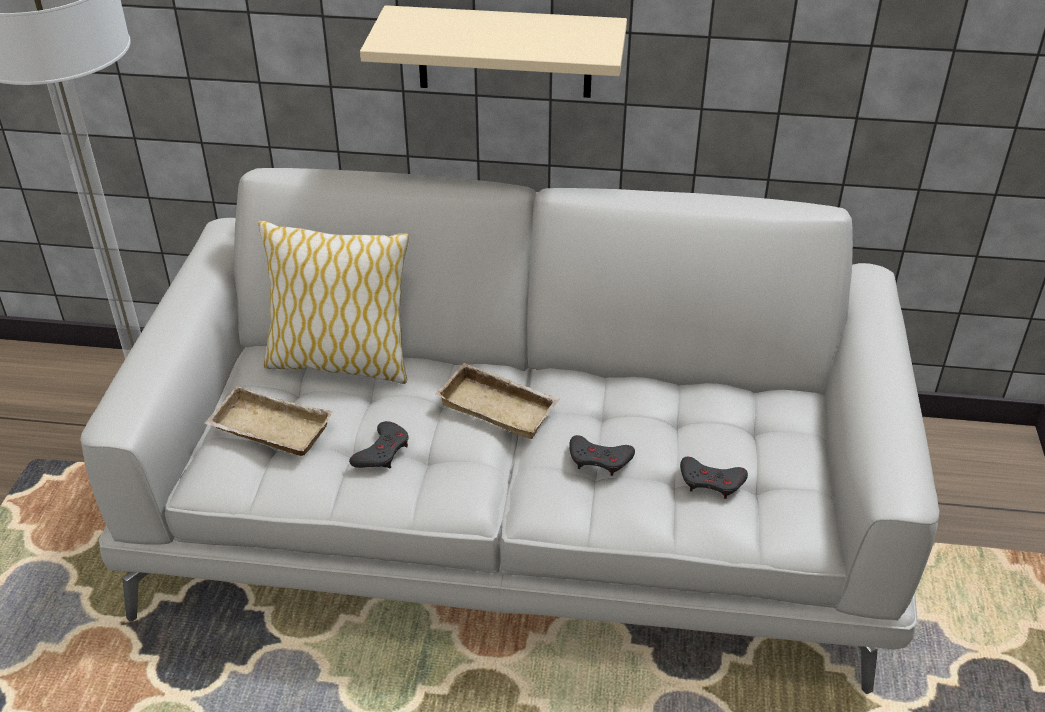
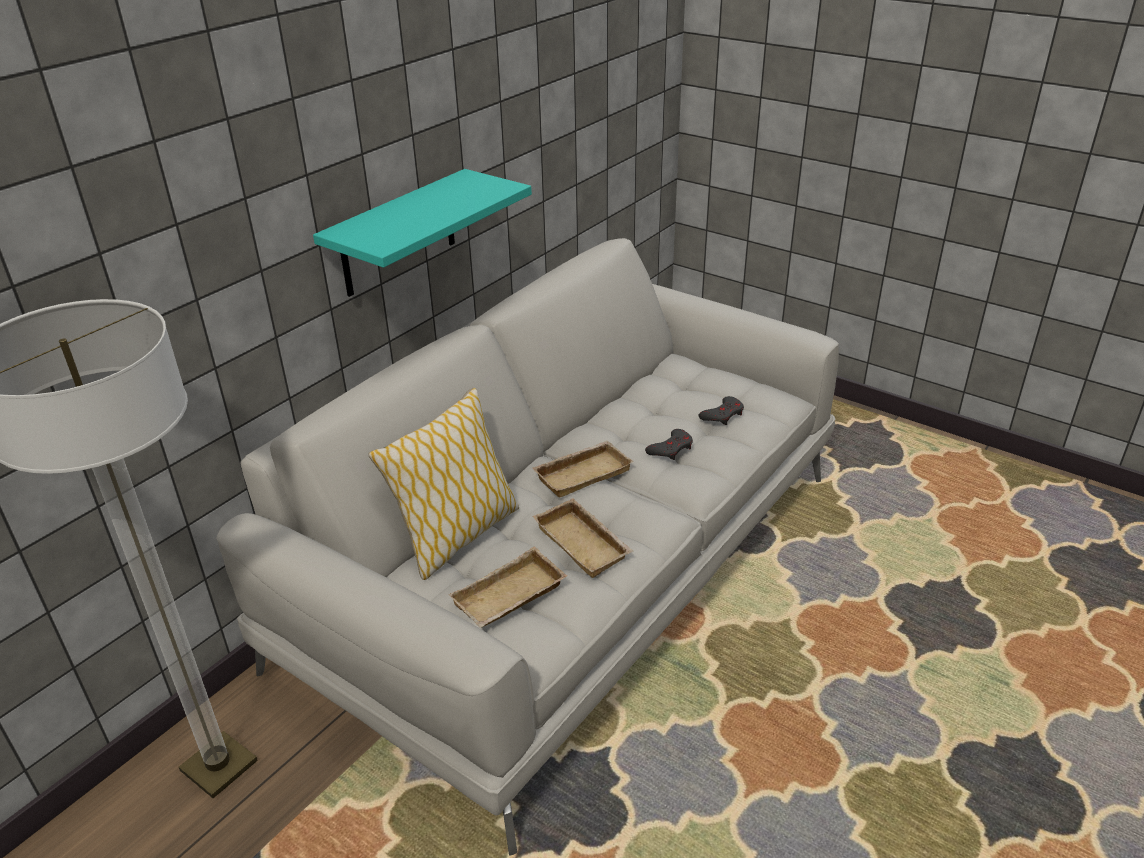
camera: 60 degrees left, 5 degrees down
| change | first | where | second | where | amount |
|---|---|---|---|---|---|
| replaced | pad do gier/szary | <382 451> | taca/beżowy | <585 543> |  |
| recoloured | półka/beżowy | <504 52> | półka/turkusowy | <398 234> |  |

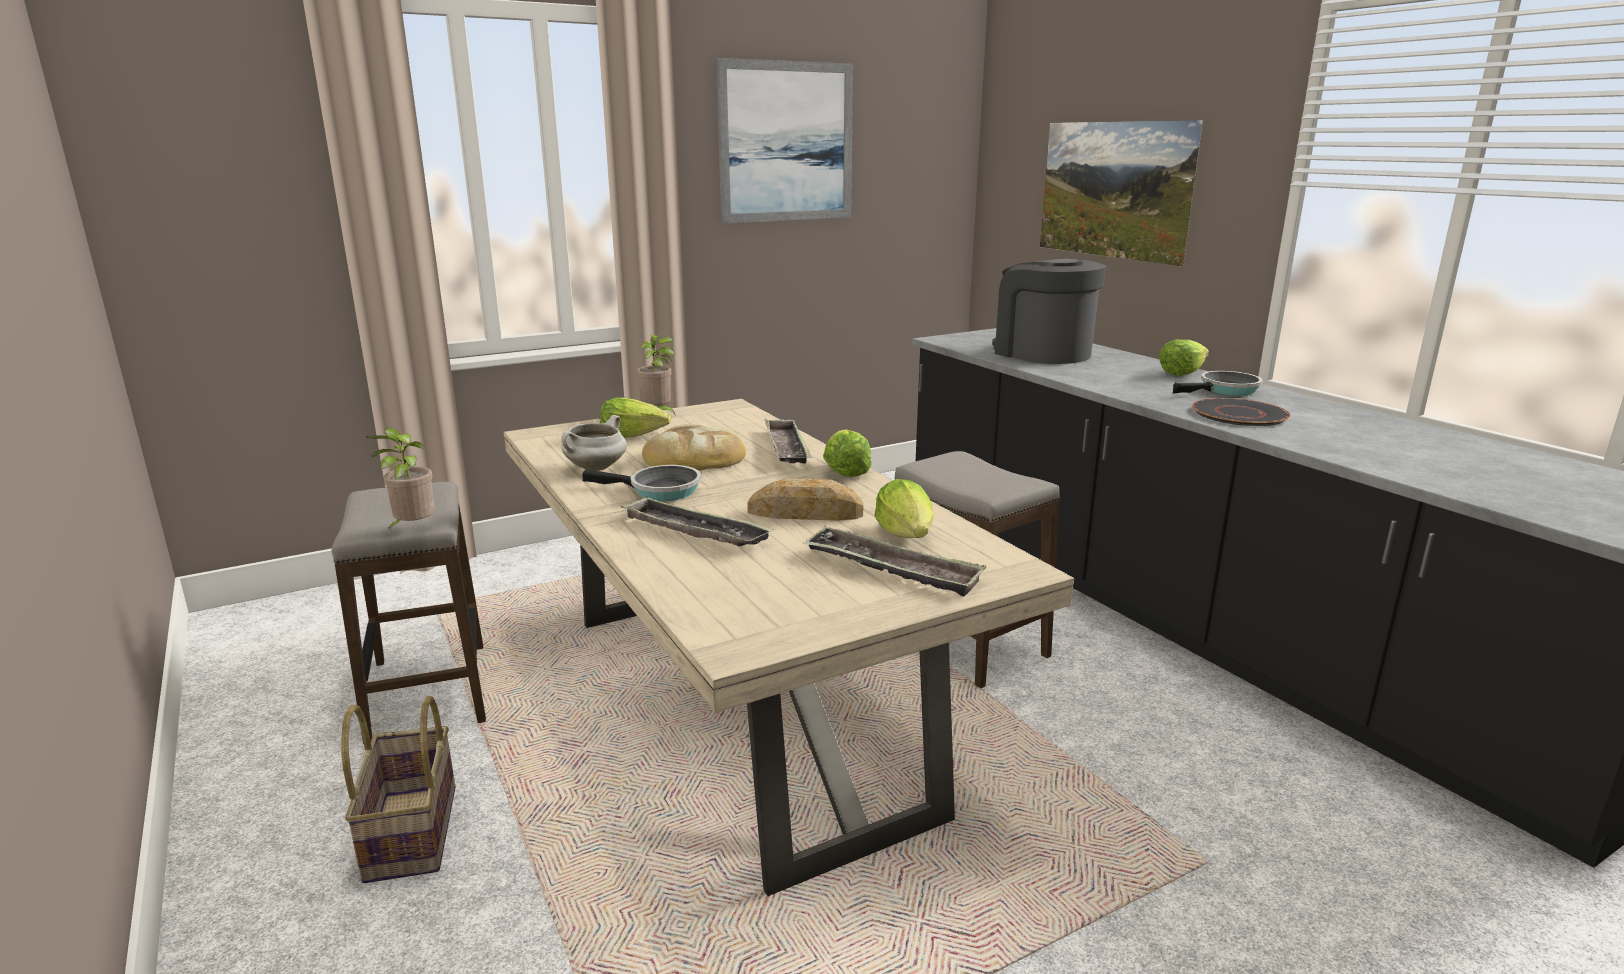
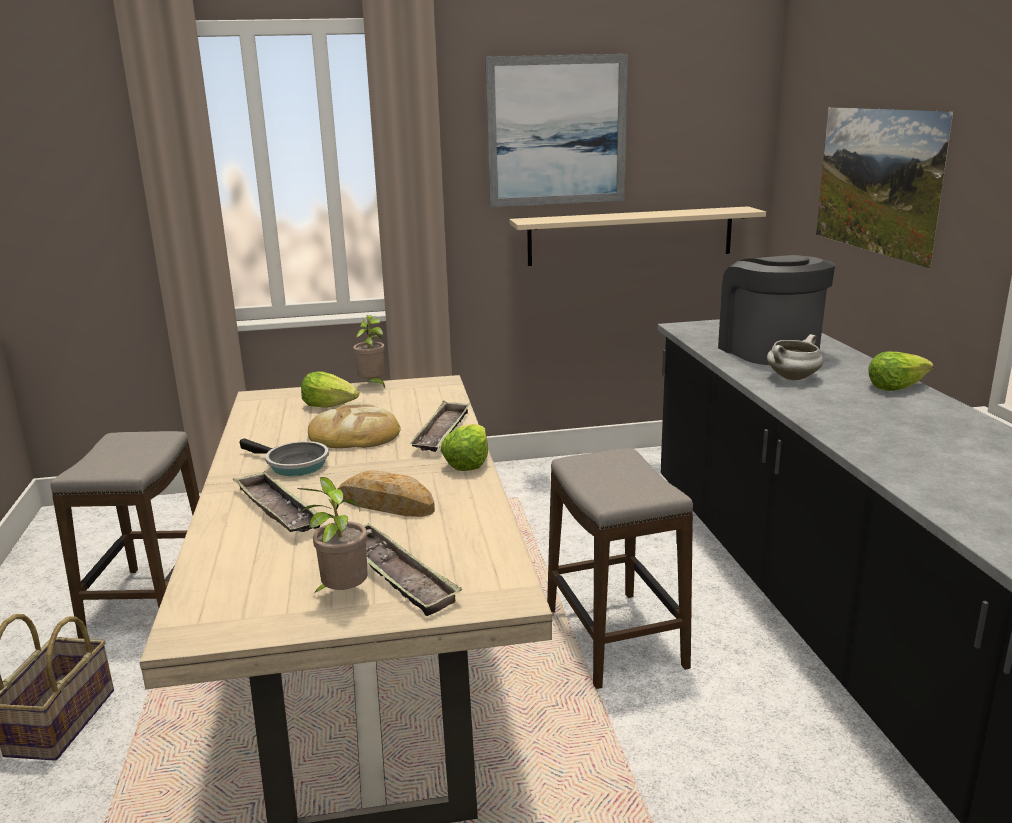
camera: 20 degrees right, 0 degrees up
| change | first | where | second | where | amount |
|---|---|---|---|---|---|
| removed | sałata | <907 535> |  |  |  |
| removed | patelnia | <1225 390> |  |  |  |
| removed | talerz/czarny | <1239 414> |  |  |  |
| added |  |  | półka/beżowy | <631 236> |  |
| moved | roślina doniczkowa | <413 529> |  | <342 594> |  |
| moved | garnek/biały | <595 468> |  | <793 378> |  |

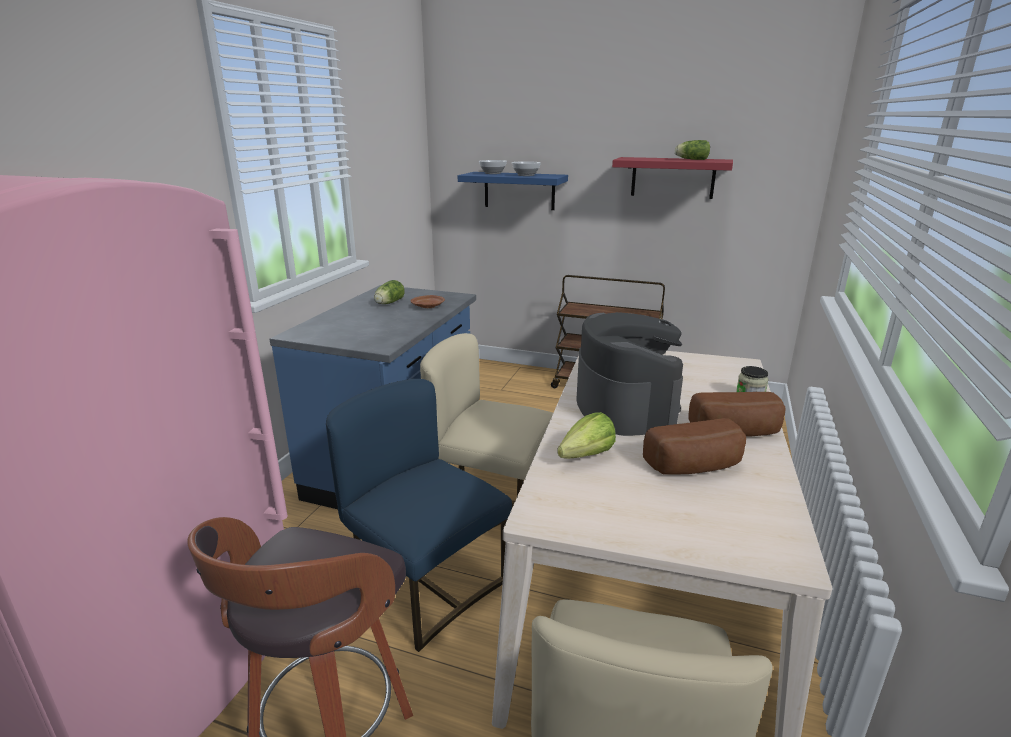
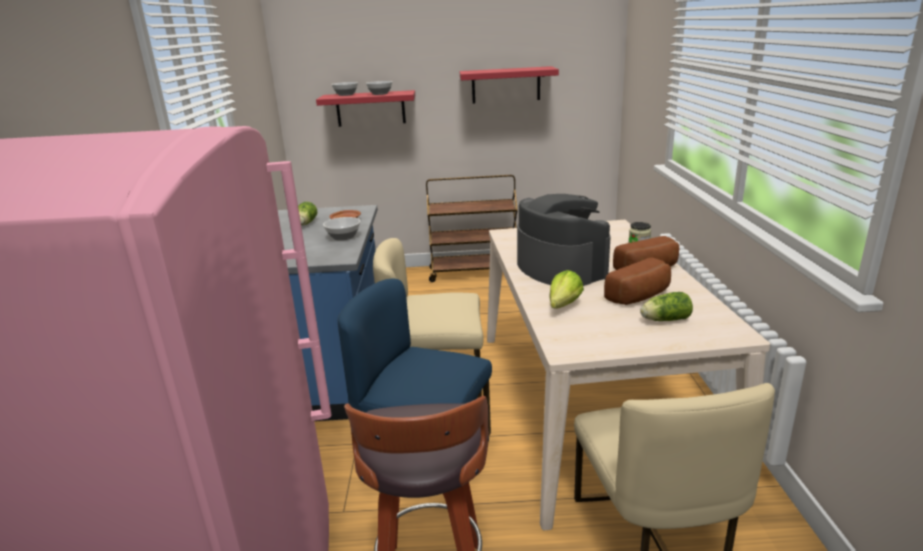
camera: 20 degrees left, 0 degrees up
| change | first | where | second | where | amount |
|---|---|---|---|---|---|
| added |  |  | miska | <344 237> |  |
| moved | sałata | <691 159> |  | <664 320> |  |
| recoloured | półka/niebieski | <519 190> | półka/czerwony | <370 108> |  |

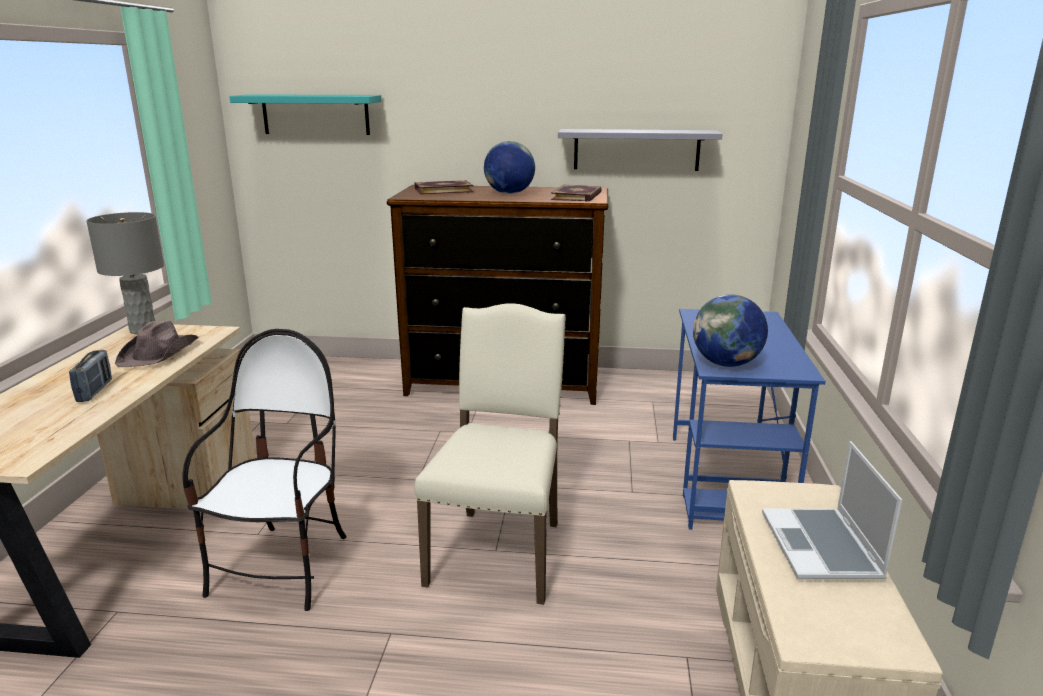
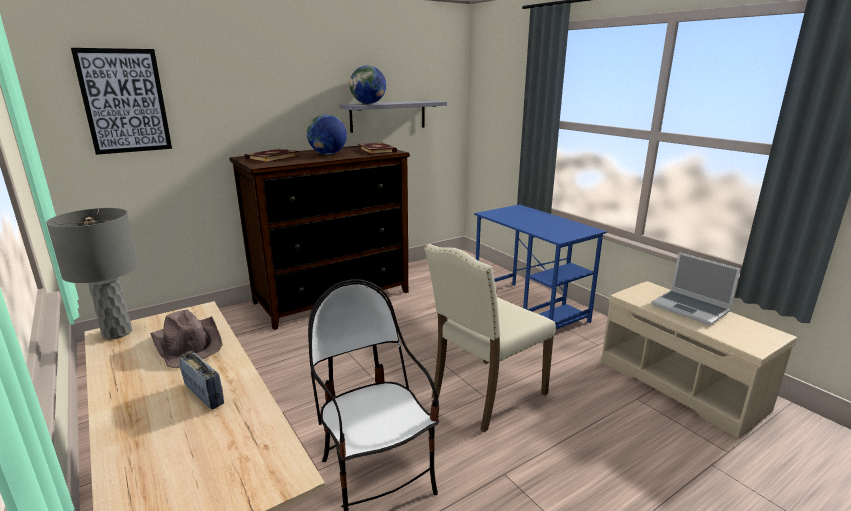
camera: 40 degrees left, 0 degrees up
| change | first | where | second | where | amount |
|---|---|---|---|---|---|
| moved | globus | <726 364> |  | <368 103> |  |
| replaced | półka/turkusowy | <315 114> | obraz | <124 101> |  |
| turned | krzesło/beżowy | <499 551> |  | <485 395> | 105 degrees counterclockwise |

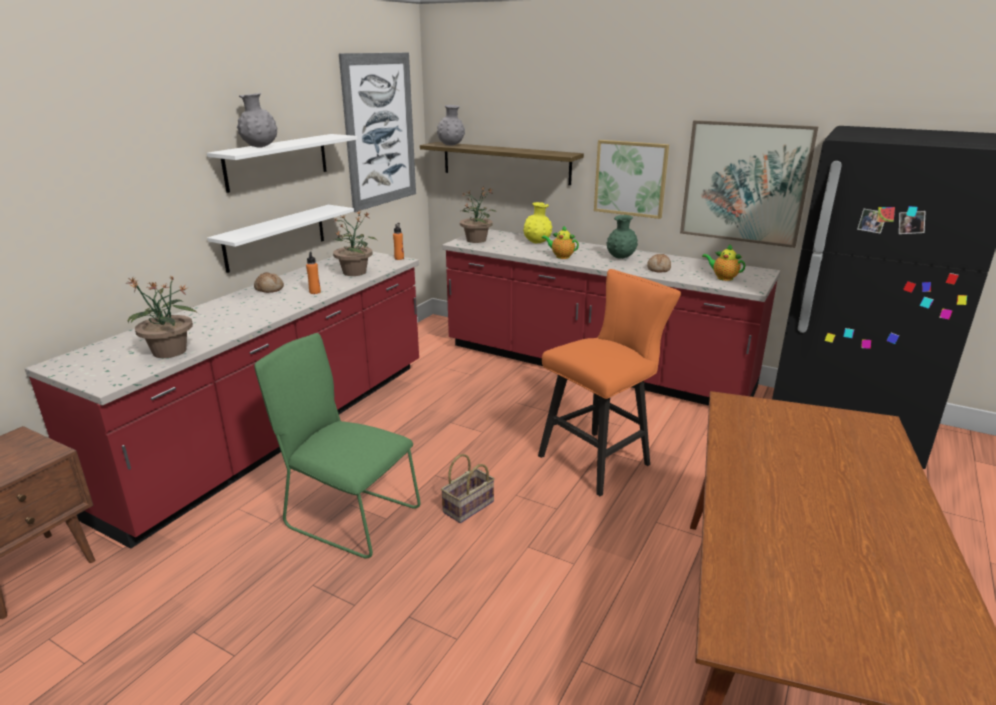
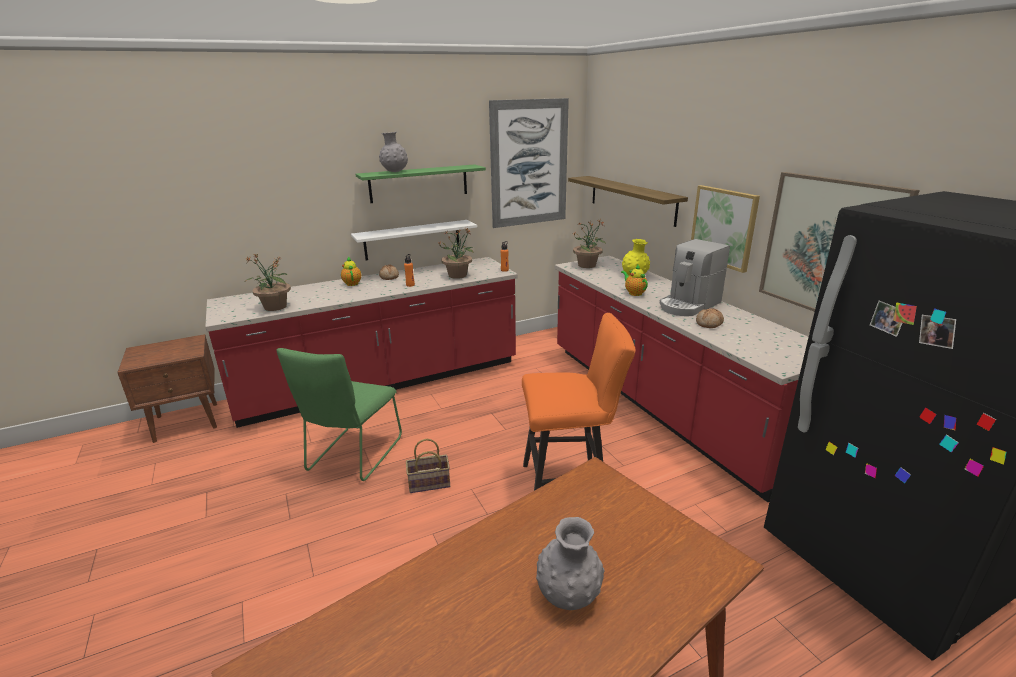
camera: 35 degrees right, 0 degrees up
| change | first | where | second | where | amount |
|---|---|---|---|---|---|
| moved | wazon/szary | <451 145> |  | <568 596> |  |
| moved | imbryk | <723 278> |  | <352 283> |  |
| replaced | wazon/zielony | <620 258> | ekspres do kawy | <688 305> |  |
| recoloured | półka/biały | <277 162> | półka/zielony | <419 183> |  |
| turned | krzesło/zielony | <348 516> |  | <353 456> | 135 degrees counterclockwise |

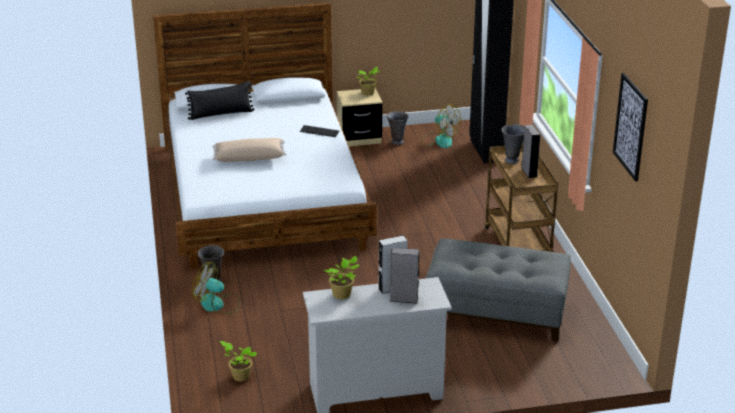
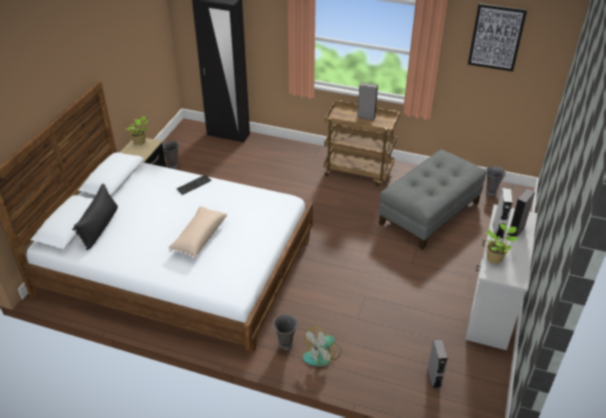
camera: 60 degrees left, 10 degrees up
| change | first | where | second | where | amount |
|---|---|---|---|---|---|
| removed | wentylator | <439 140> |  |  |  |
| moved | wazon/szary | <512 160> |  | <490 192> |  |
| replaced | roślina doniczkowa | <239 376> | głośnik/szary | <433 378> |  |

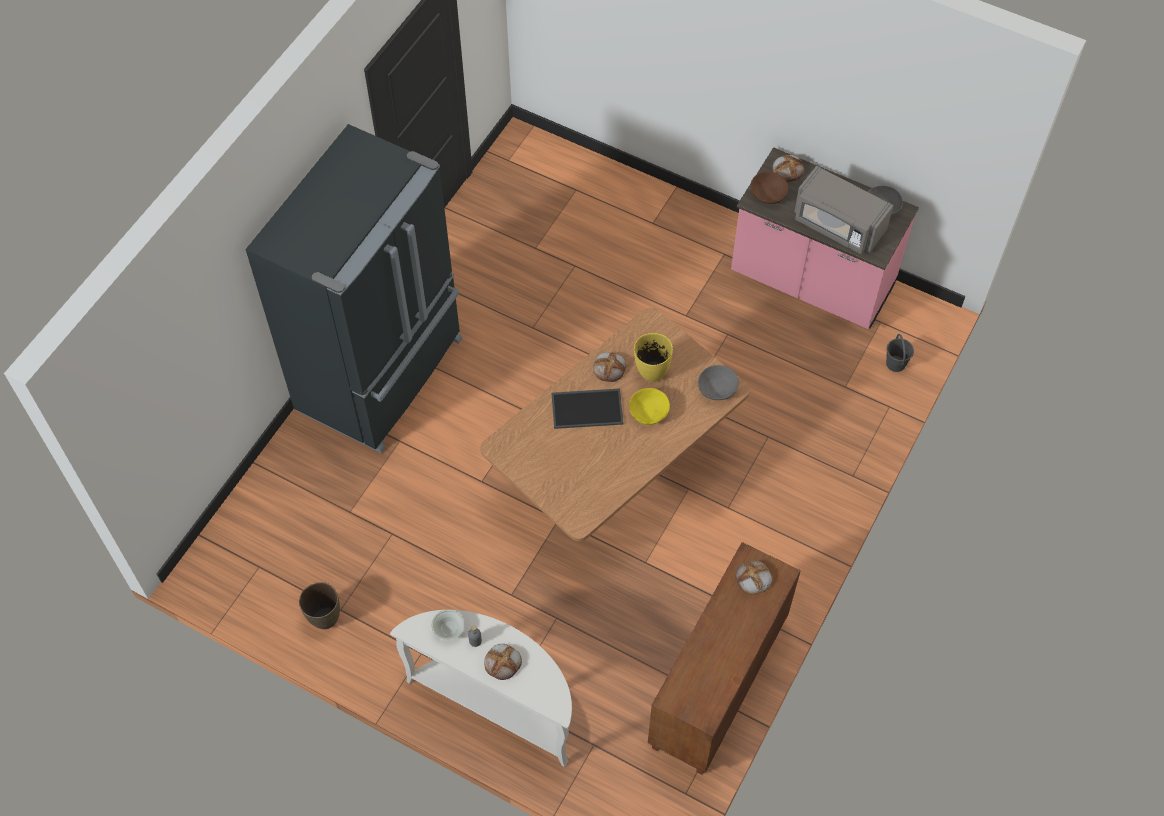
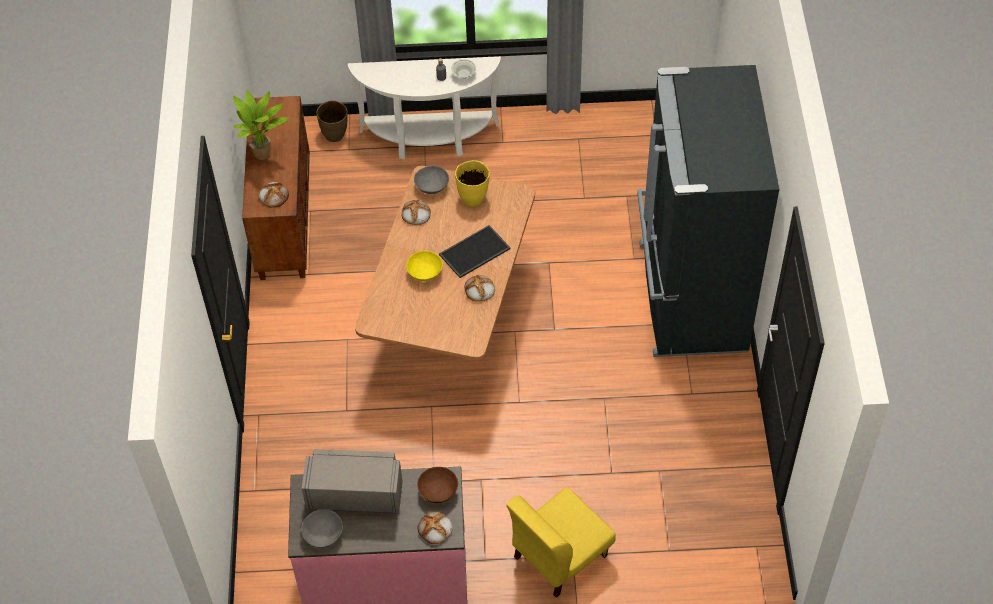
camera: 150 degrees right, 5 degrees down
| change | first | where | second | where | amount |
|---|---|---|---|---|---|
| removed | wiadro/szary | <895 364> |  |  |  |
| added |  |  | roślina doniczkowa | <265 154> |  |
| added |  |  | krzesło/żółty | <559 556> |  |
| moved | wazon/brązowy | <324 618> |  | <335 135> |  |
| moved | chleb | <503 662> |  | <415 214> |  |
| moved | wazon/żółty | <652 373> |  | <473 198> |  |
| moved | miska/szary | <717 389> |  | <432 187> |  |

